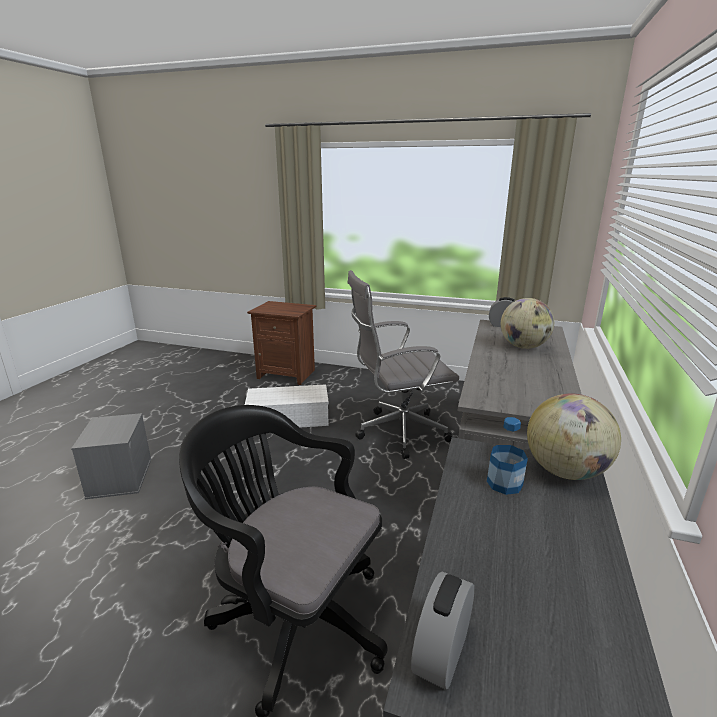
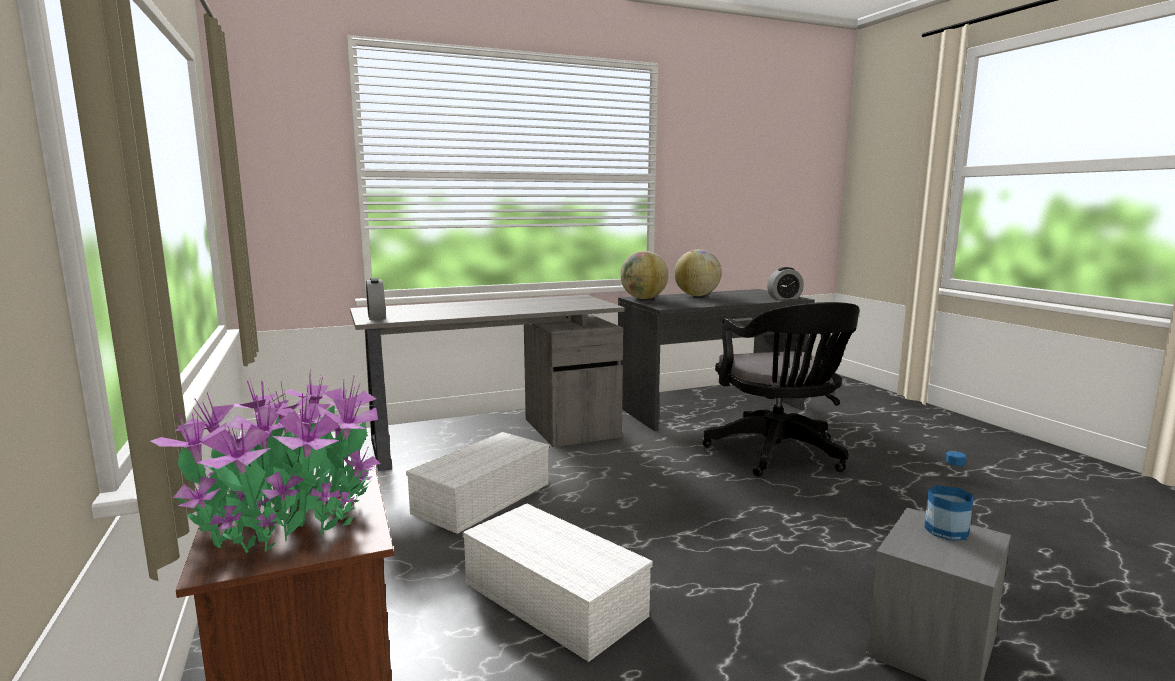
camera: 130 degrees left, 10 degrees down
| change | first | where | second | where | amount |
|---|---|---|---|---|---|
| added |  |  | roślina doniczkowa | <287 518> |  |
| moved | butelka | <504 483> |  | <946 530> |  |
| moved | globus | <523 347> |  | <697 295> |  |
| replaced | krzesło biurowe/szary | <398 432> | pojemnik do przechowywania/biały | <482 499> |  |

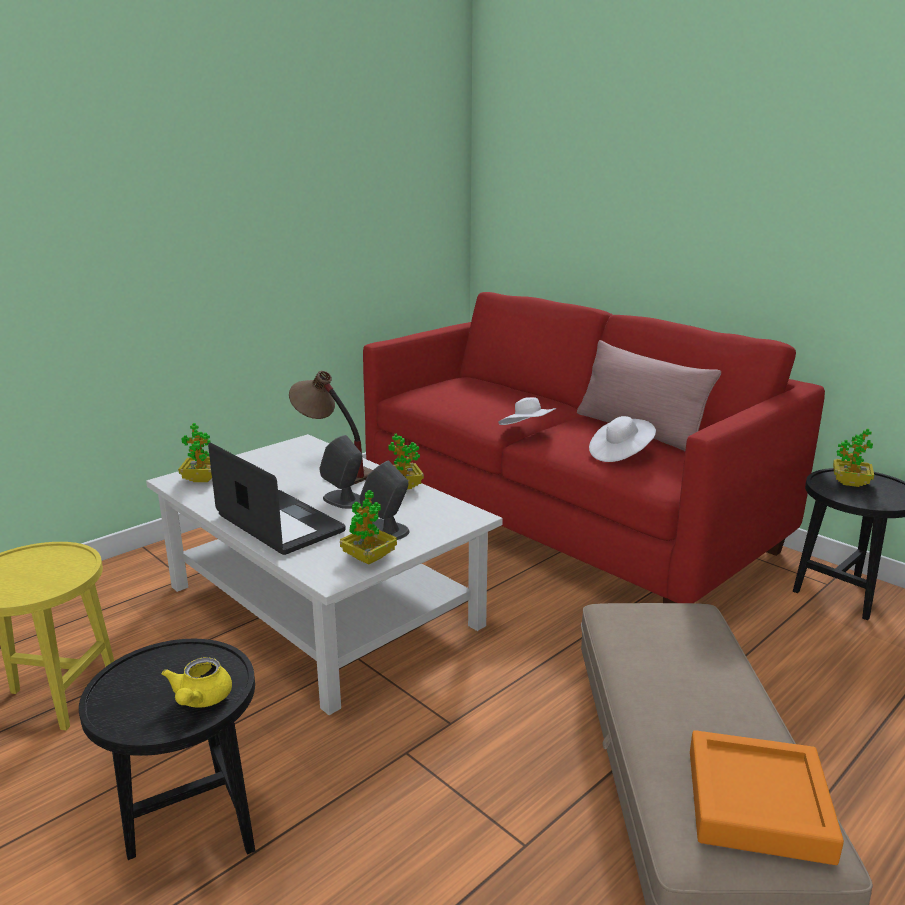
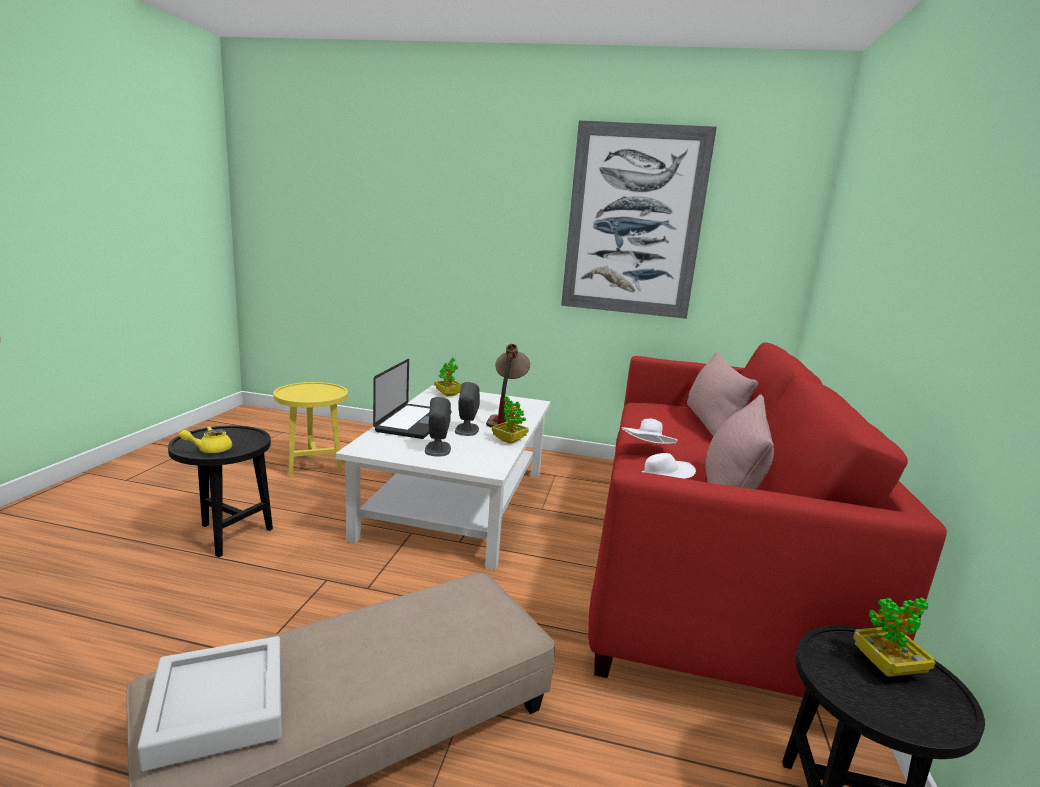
camera: 55 degrees right, 5 degrees down
| change | first | where | second | where | amount |
|---|---|---|---|---|---|
| removed | roślina doniczkowa | <369 558> |  |  |  |
| added |  |  | obraz | <634 221> |  |
| added |  |  | poduszka/różowy | <711 424> |  |
| recoloured | taca/pomarańczowy | <757 804> | taca/szary | <219 707> |  |

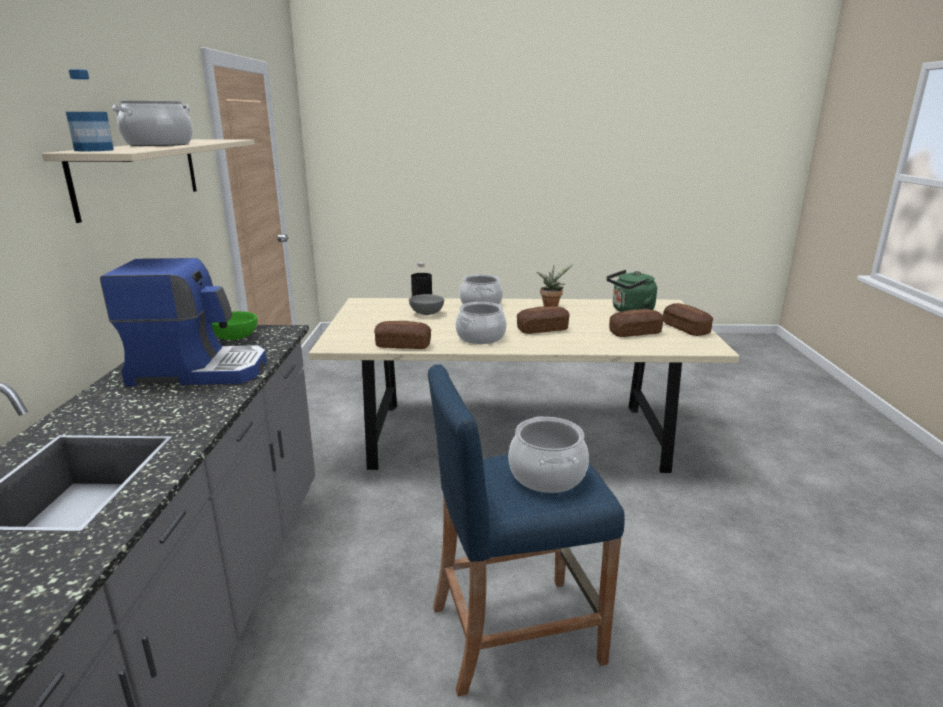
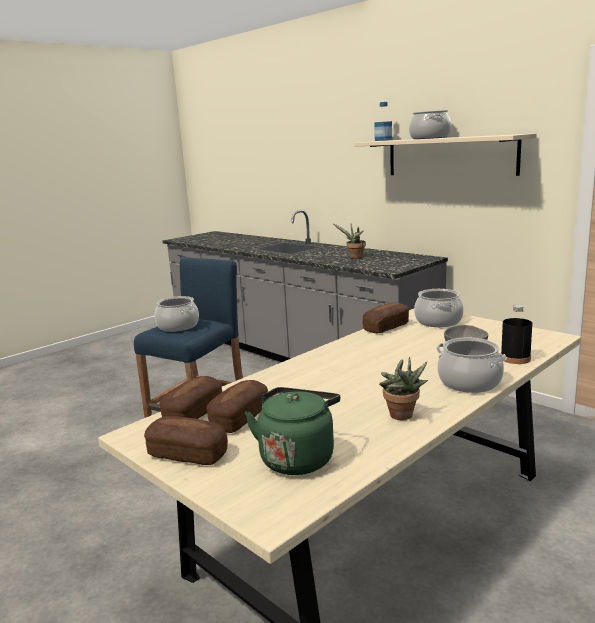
camera: 135 degrees right, 5 degrees down
| change | first | where | second | where | amount |
|---|---|---|---|---|---|
| removed | miska/zielony | <233 338> |  |  |  |
| moved | garnek | <480 337> |  | <438 321> |  |
| moved | chleb | <542 329> |  | <193 413> |  |
| replaced | ekspres do kawy | <199 370> | roślina doniczkowa | <354 258> |  |

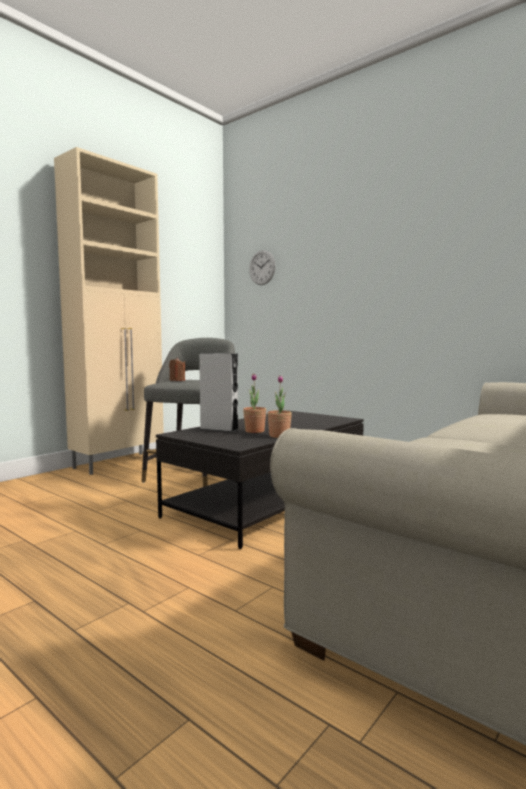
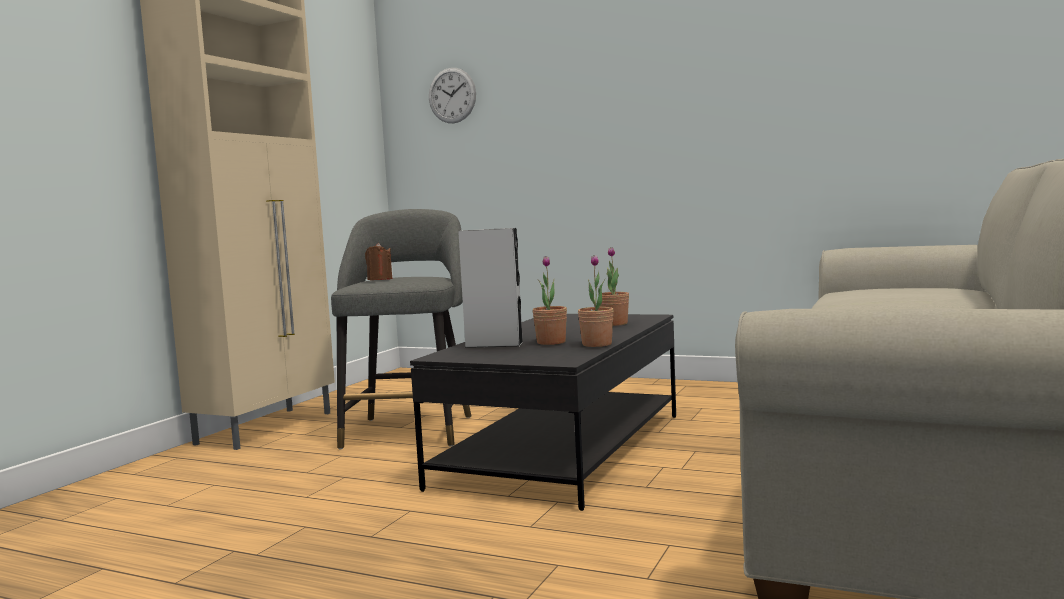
camera: 15 degrees left, 0 degrees up
| change | first | where | second | where | amount |
|---|---|---|---|---|---|
| added |  |  | roślina doniczkowa | <614 324> |  |

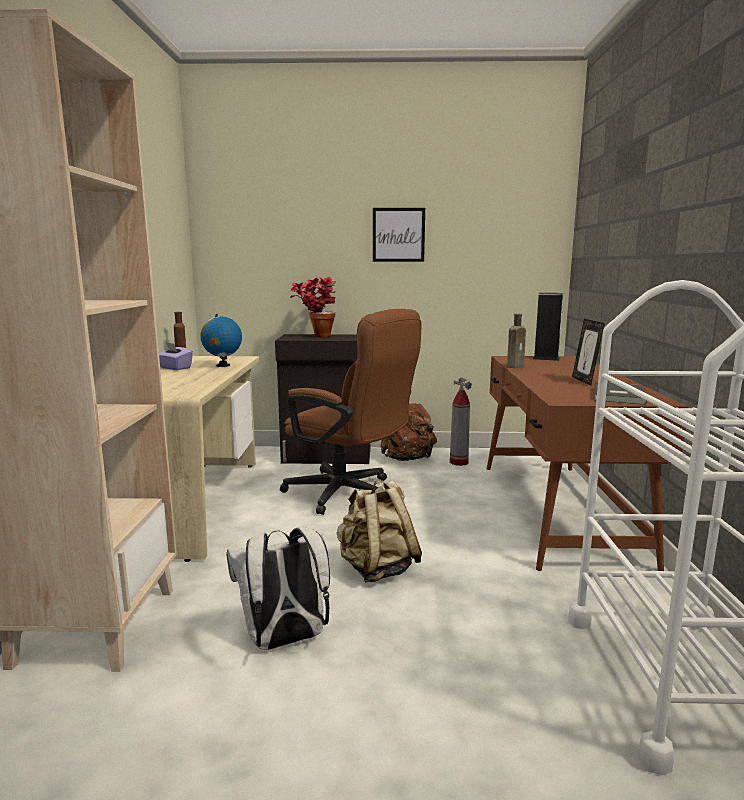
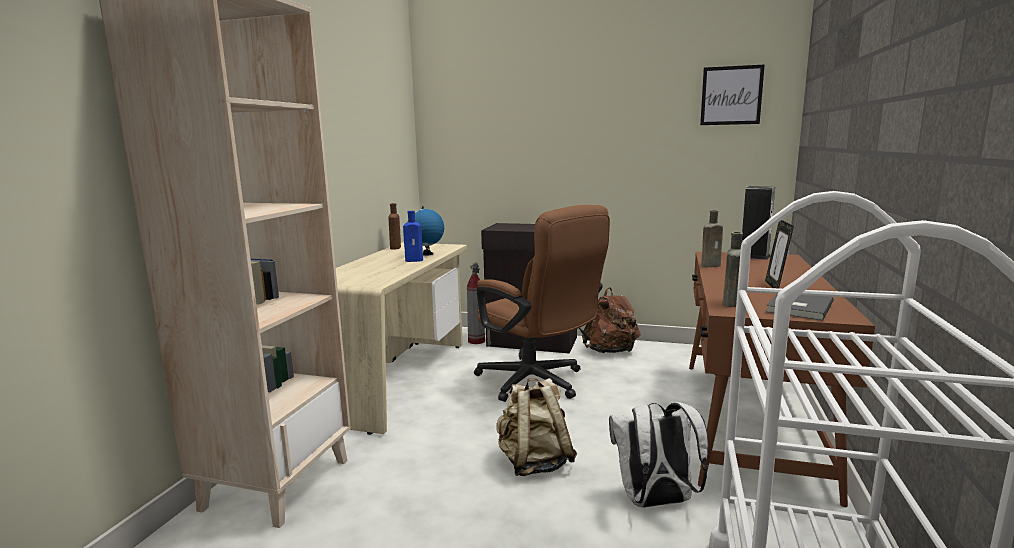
camera: 15 degrees right, 0 degrees up
| change | first | where | second | where | amount |
|---|---|---|---|---|---|
| removed | pudełko chusteczek/fioletowy | <175 368> |  |  |  |
| removed | roślina doniczkowa | <316 336> |  |  |  |
| added |  |  | butelka/niebieski | <415 260> |  |
| added |  |  | butelka/brązowy | <731 304> |  |
| moved | plecak/biały | <284 641> |  | <655 502> |  |
| moved | obraz | <398 235> |  | <731 95> |  |
| moved | gaśnica | <458 462> |  | <476 341> |  |

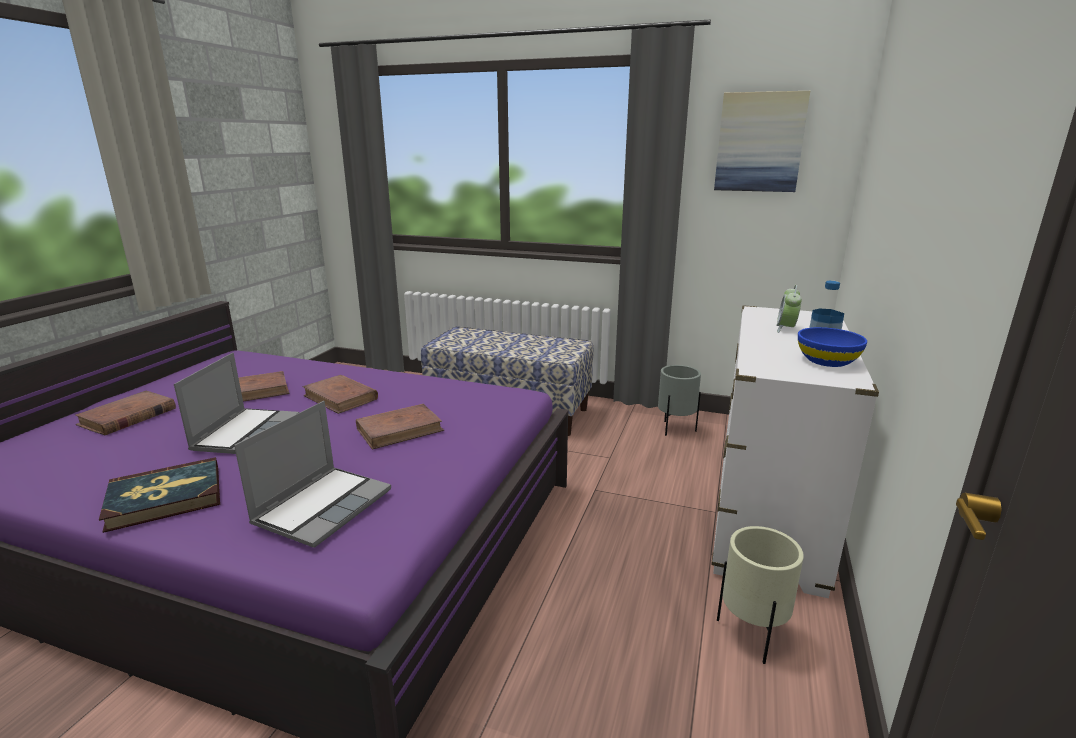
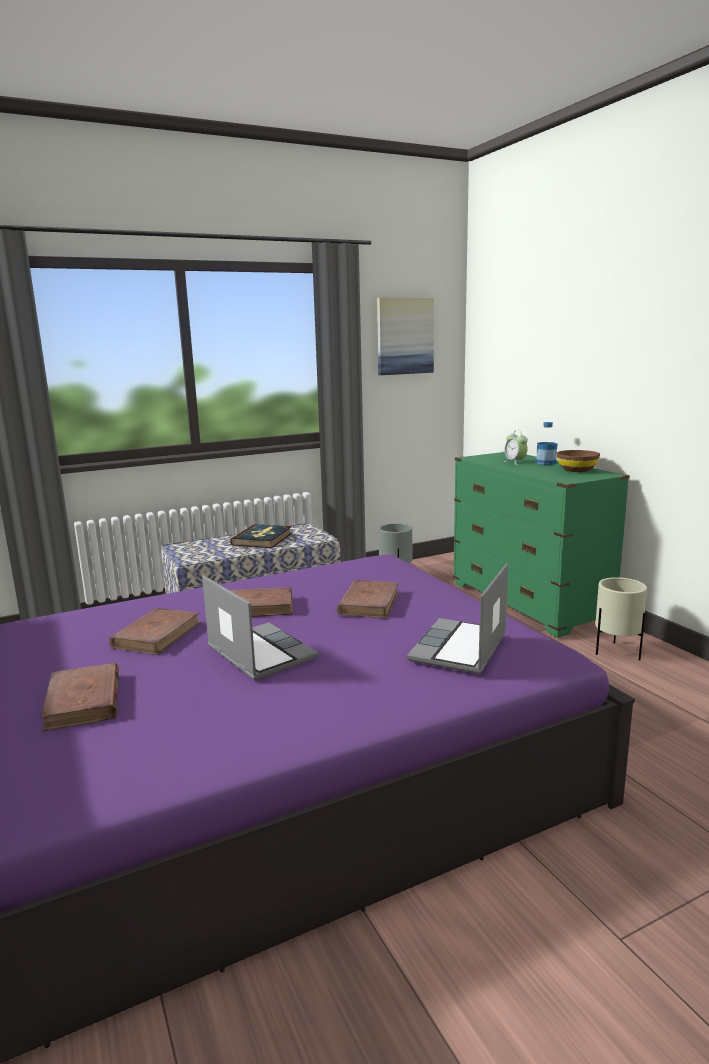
camera: 45 degrees left, 5 degrees down
| change | first | where | second | where | amount |
|---|---|---|---|---|---|
| moved | książka | <165 497> |  | <262 539> |  |
| recoloured | komoda/biały | <767 517> | komoda/zielony | <528 602> |  |
| recoloured | miska/niebieski | <827 361> | miska/brązowy | <576 470> |  |
| turned | laptop | <323 506> |  | <460 649> | 135 degrees counterclockwise |

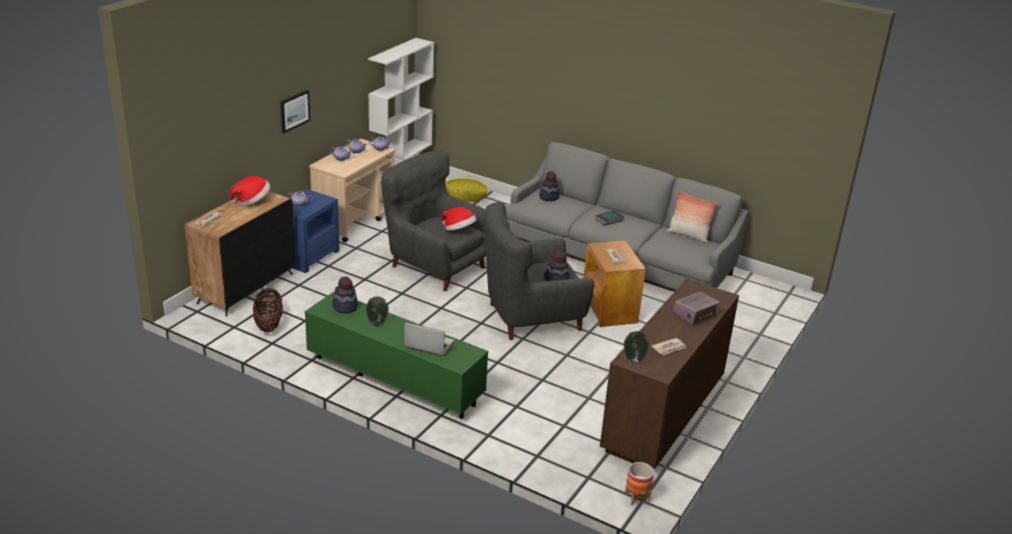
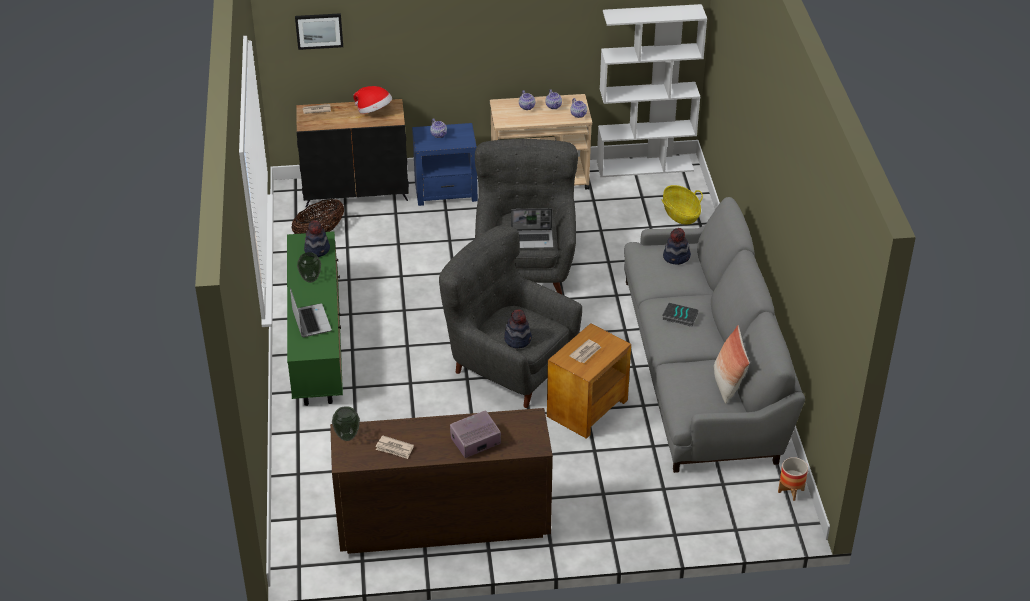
camera: 55 degrees right, 10 degrees up
| change | first | where | second | where | amount |
|---|---|---|---|---|---|
| moved | obraz | <294 111> |  | <319 30> |  |
| moved | donica | <637 497> |  | <791 491> |  |
| replaced | kapelusz | <458 230> | laptop | <532 239> |  |
| turned | radio | <695 315> |  | <475 441> | 135 degrees clockwise |

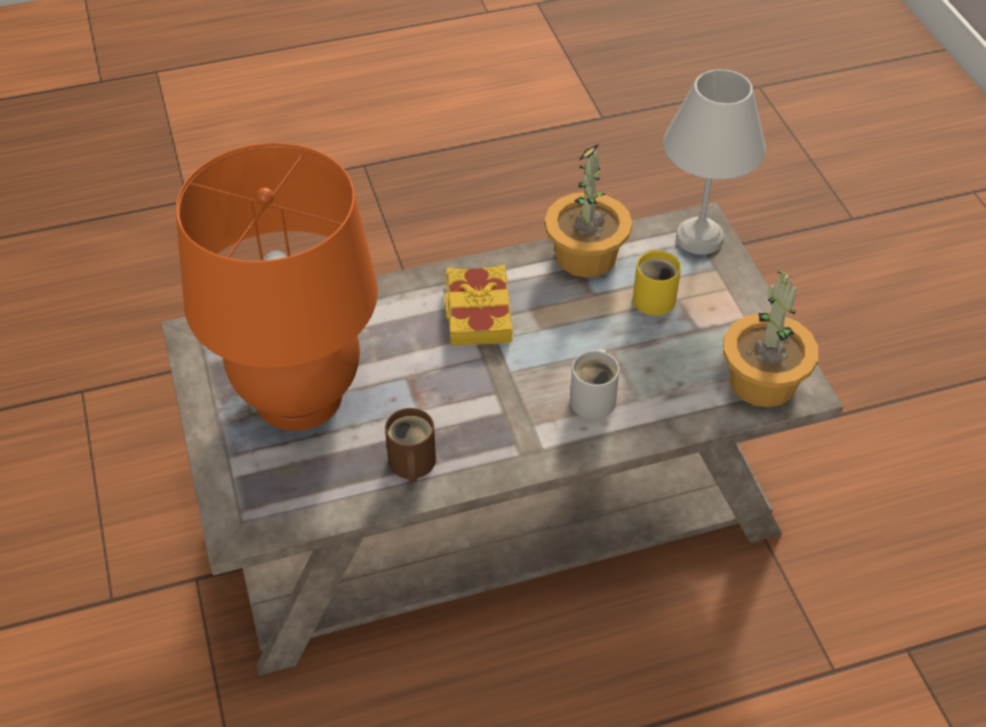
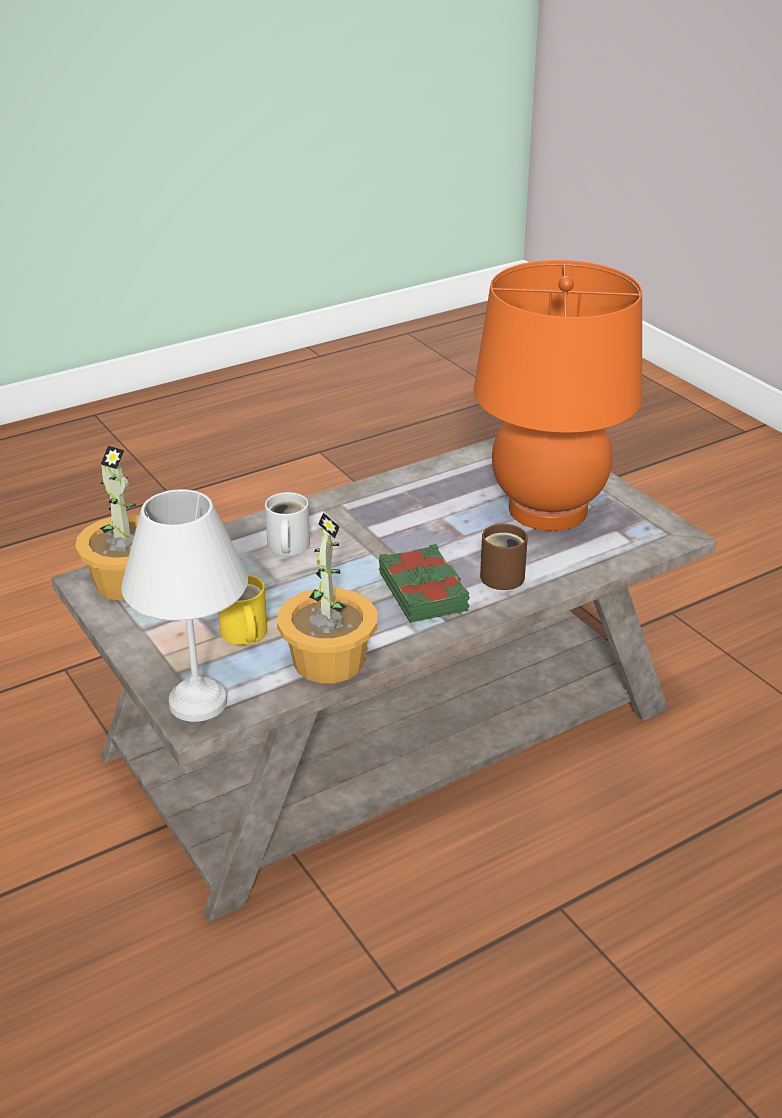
camera: 165 degrees right, 15 degrees down
| change | first | where | second | where | amount |
|---|---|---|---|---|---|
| moved | kubek/brązowy | <410 464> |  | <501 574> |  |
| recoloured | książka/żółty | <477 312> | książka/zielony | <424 591> |  |

